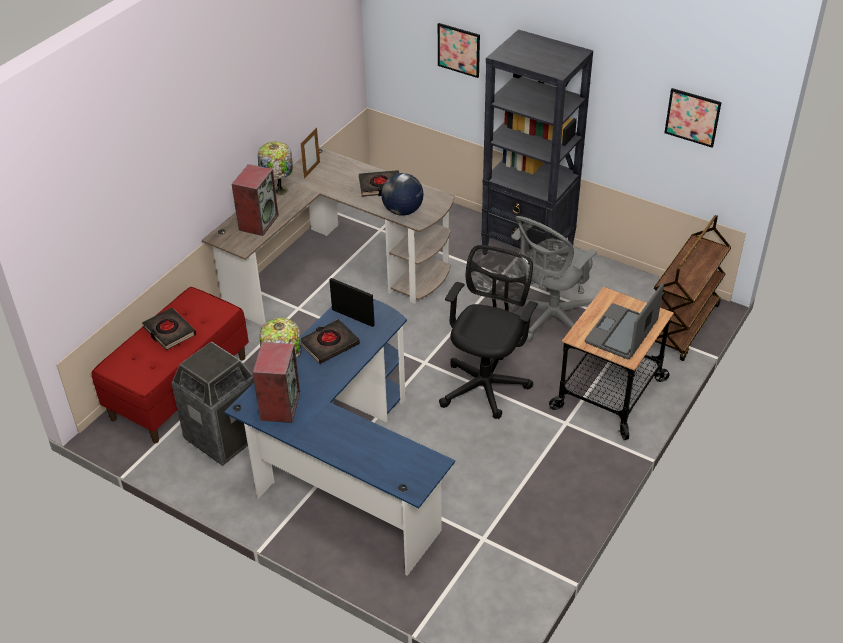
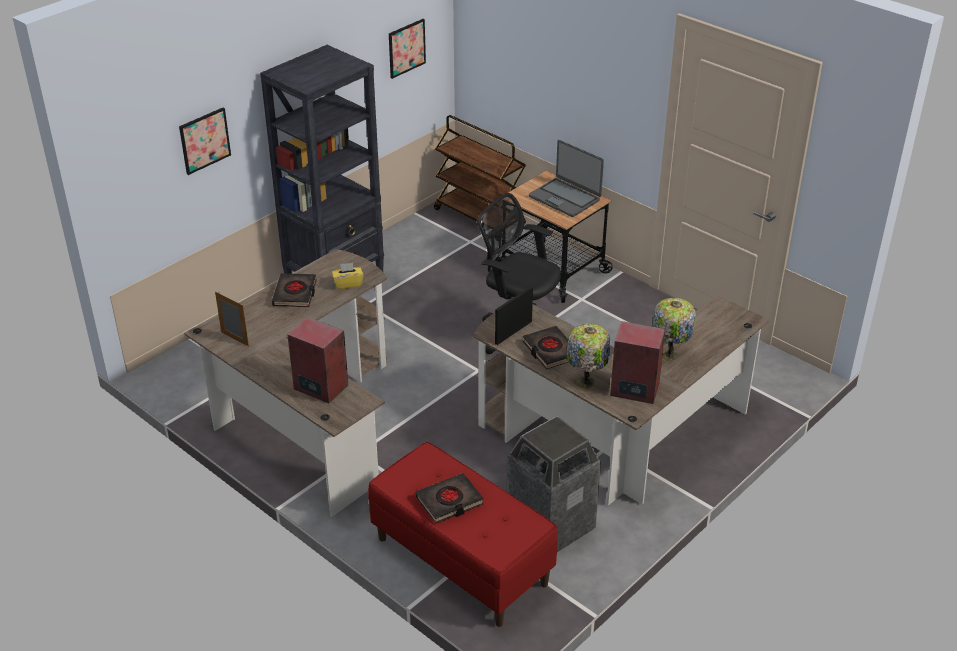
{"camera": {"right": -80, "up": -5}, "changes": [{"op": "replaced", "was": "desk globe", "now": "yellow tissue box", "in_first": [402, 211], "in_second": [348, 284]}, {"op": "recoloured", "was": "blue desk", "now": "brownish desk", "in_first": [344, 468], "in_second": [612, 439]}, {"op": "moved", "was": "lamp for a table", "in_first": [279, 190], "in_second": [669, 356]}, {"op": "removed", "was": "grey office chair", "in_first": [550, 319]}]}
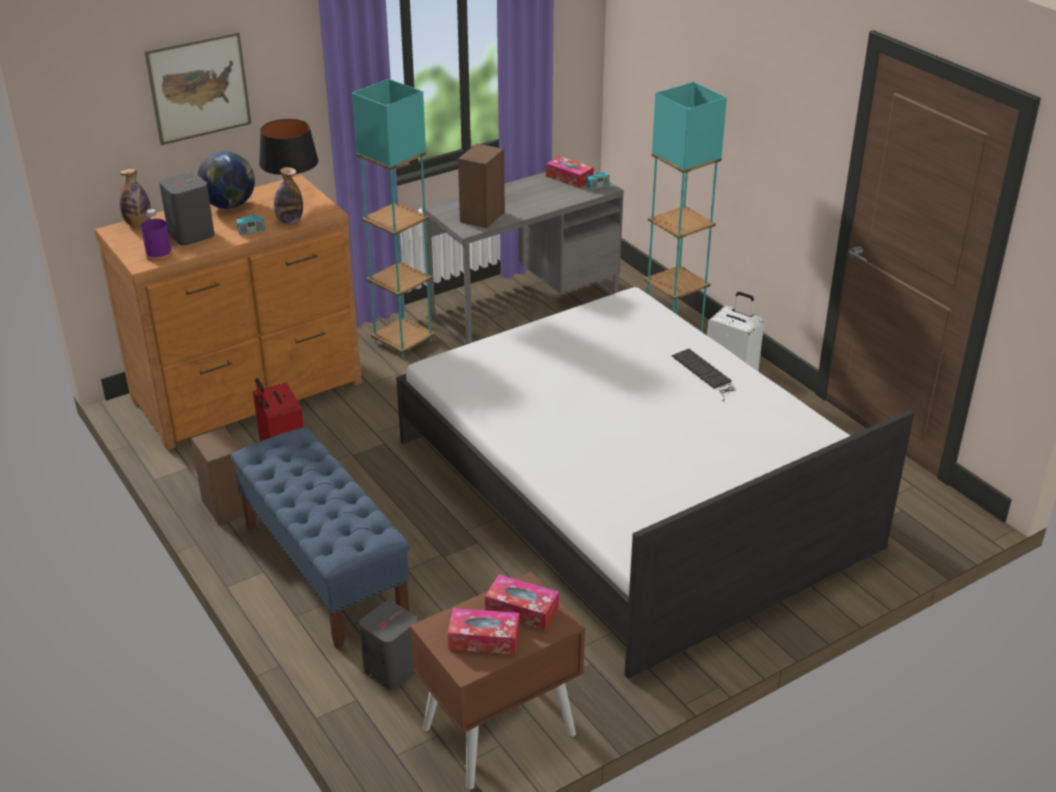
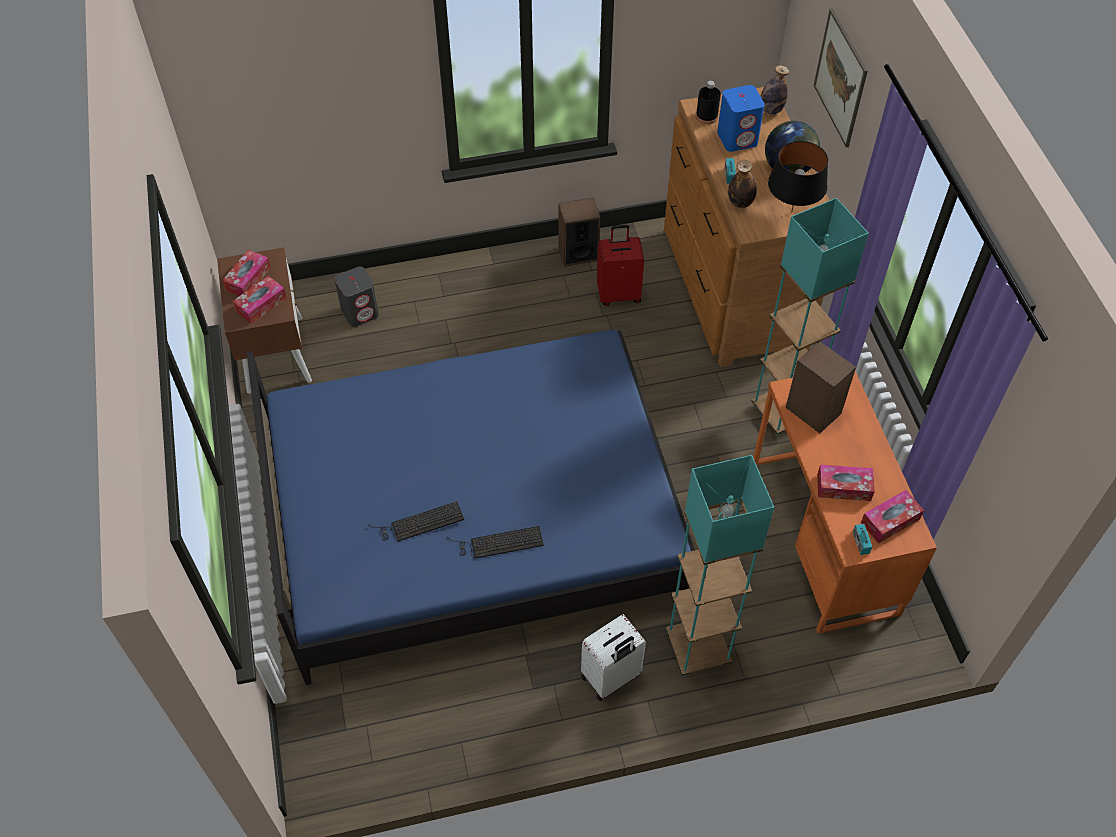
{"camera": {"right": 110, "up": 20}, "changes": [{"op": "recoloured", "was": "whitish bedroom bed", "now": "blue bedroom bed", "in_first": [632, 492], "in_second": [474, 518]}, {"op": "added", "now": "keyboard", "in_second": [418, 523]}, {"op": "recoloured", "was": "purple drink bottle", "now": "black-coloured drink bottle", "in_first": [159, 255], "in_second": [706, 117]}, {"op": "recoloured", "was": "grey loudspeaker", "now": "blue loudspeaker", "in_first": [191, 234], "in_second": [737, 138]}, {"op": "recoloured", "was": "grey desk", "now": "orange desk", "in_first": [525, 306], "in_second": [823, 536]}, {"op": "added", "now": "tissue box", "in_second": [843, 487]}, {"op": "removed", "was": "blue indoor bench", "in_first": [324, 569]}]}
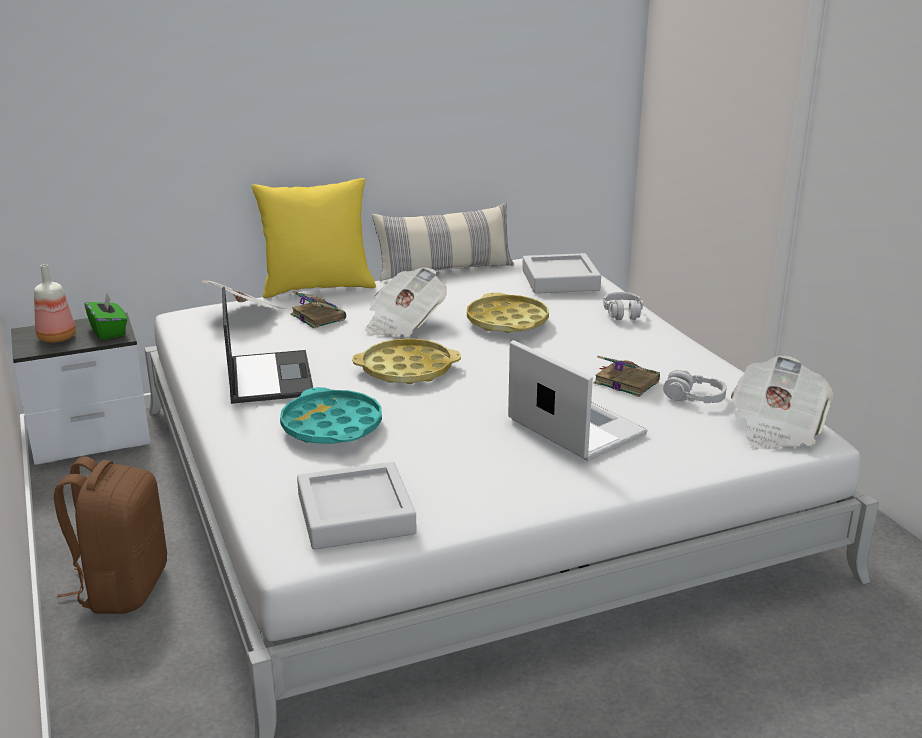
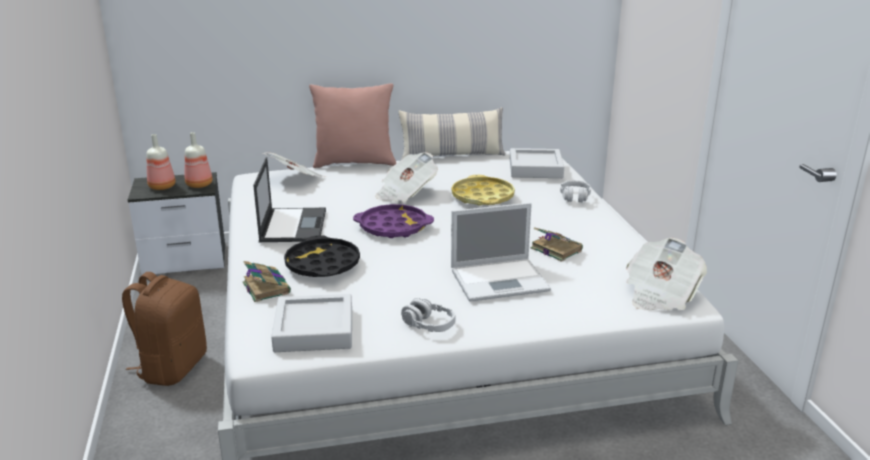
{"camera": {"right": 10, "up": 0}, "changes": [{"op": "replaced", "was": "green tissue box", "now": "drink bottle", "in_first": [109, 331], "in_second": [198, 185]}, {"op": "moved", "was": "book", "in_first": [317, 316], "in_second": [266, 287]}, {"op": "recoloured", "was": "turquoise-coloured carrying tray", "now": "black-coloured carrying tray", "in_first": [331, 426], "in_second": [322, 264]}, {"op": "recoloured", "was": "yellow throw pillow", "now": "pink throw pillow", "in_first": [317, 287], "in_second": [354, 163]}, {"op": "recoloured", "was": "yellow carrying tray", "now": "purple carrying tray", "in_first": [406, 369], "in_second": [393, 227]}, {"op": "moved", "was": "grey headset", "in_first": [694, 398], "in_second": [428, 325]}, {"op": "turned", "was": "notebook computer", "in_first": [574, 426], "in_second": [501, 280], "clockwise": 105}]}
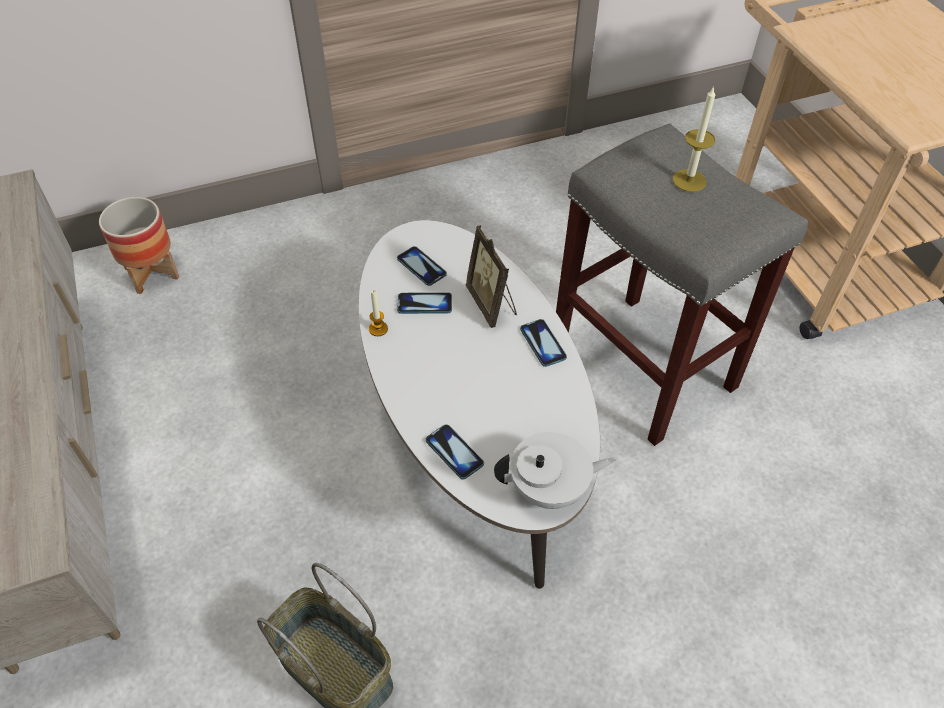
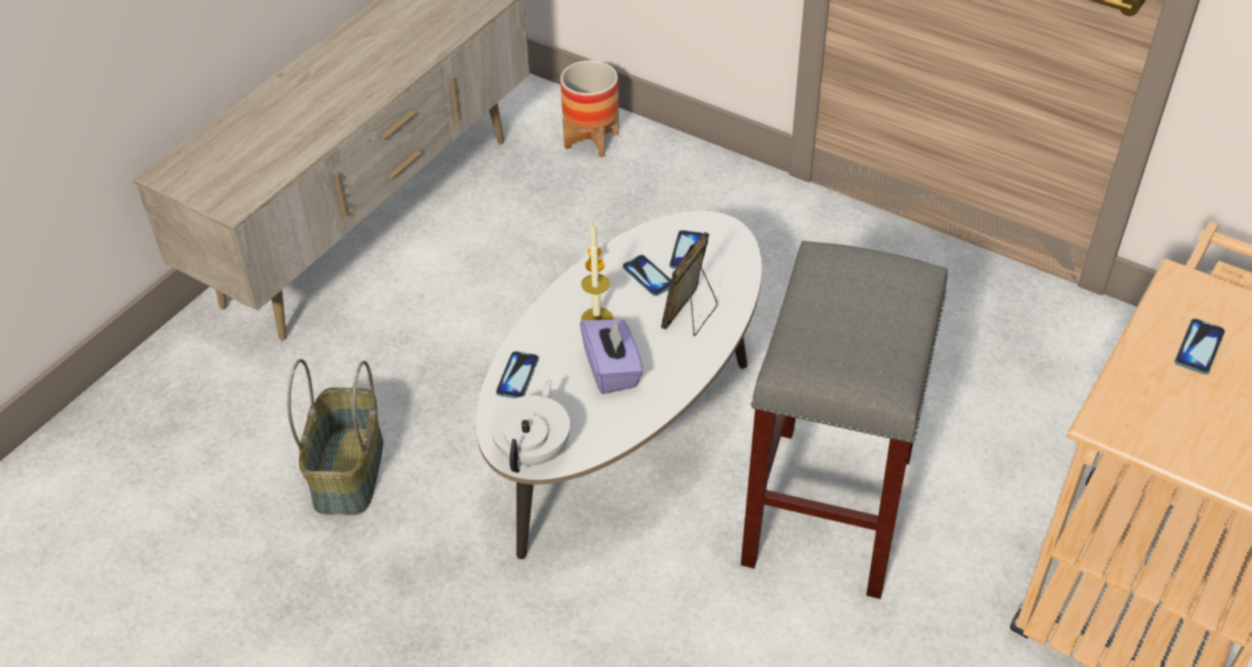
{"camera": {"right": 55, "up": -5}, "changes": [{"op": "turned", "was": "whitish pot for tea", "in_first": [550, 489], "in_second": [534, 450], "clockwise": -120}, {"op": "added", "now": "purple tissue box", "in_second": [612, 370]}, {"op": "moved", "was": "wax light", "in_first": [689, 180], "in_second": [597, 319]}, {"op": "moved", "was": "handset", "in_first": [543, 343], "in_second": [1199, 348]}]}
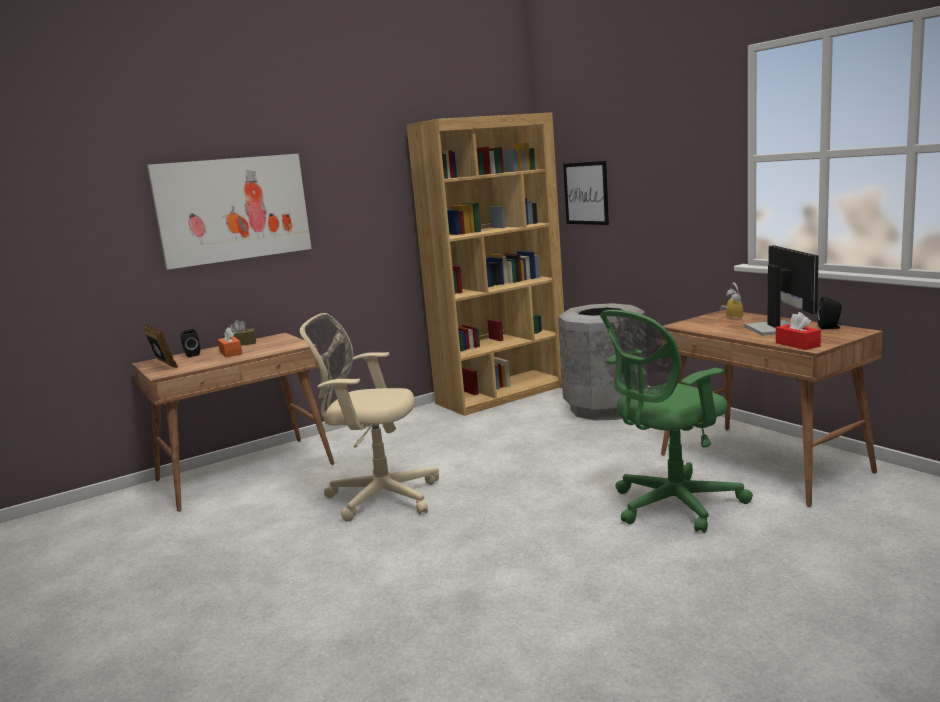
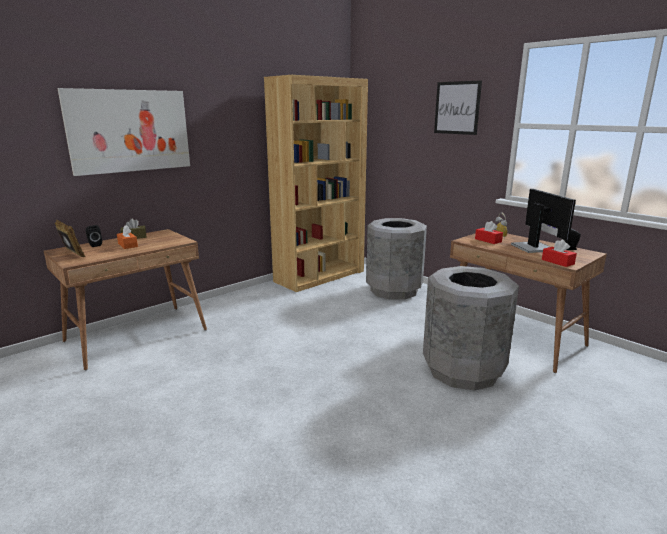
{"camera": {"right": -10, "up": 5}, "changes": [{"op": "replaced", "was": "green office chair", "now": "grey trash can", "in_first": [671, 506], "in_second": [462, 370]}, {"op": "moved", "was": "wall art", "in_first": [586, 193], "in_second": [457, 108]}, {"op": "added", "now": "red-coloured tissue box", "in_second": [488, 240]}, {"op": "removed", "was": "beige office chair", "in_first": [378, 496]}]}
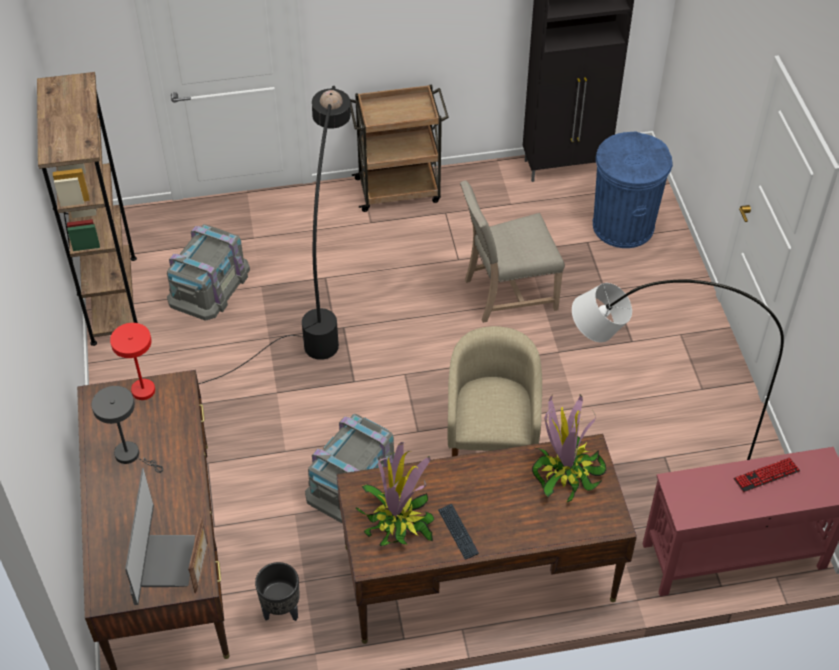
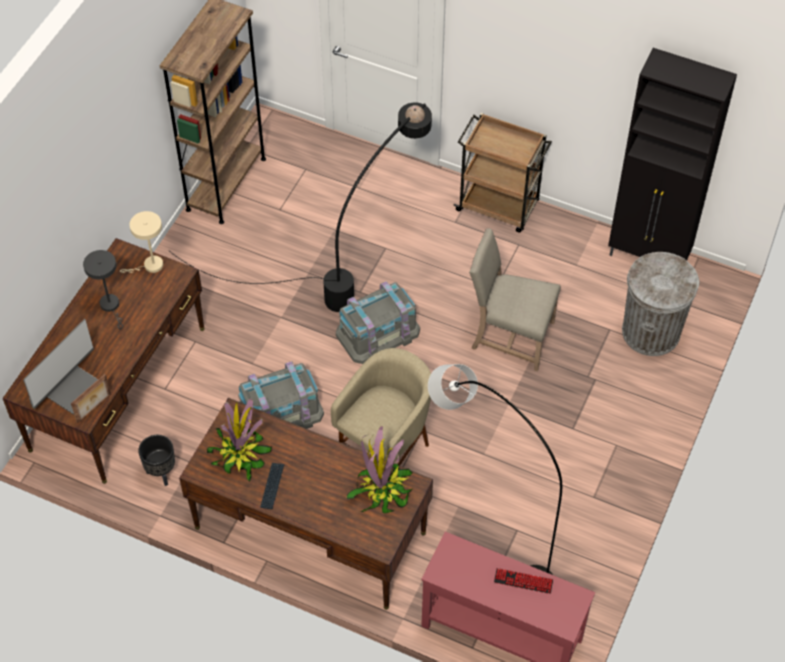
{"camera": {"right": 35, "up": 5}, "changes": [{"op": "recoloured", "was": "red-coloured lamp for a table", "now": "beige lamp for a table", "in_first": [140, 394], "in_second": [150, 266]}, {"op": "moved", "was": "grey storage bin", "in_first": [208, 285], "in_second": [377, 332]}, {"op": "recoloured", "was": "blue trash can", "now": "grey trash can", "in_first": [623, 226], "in_second": [650, 332]}]}
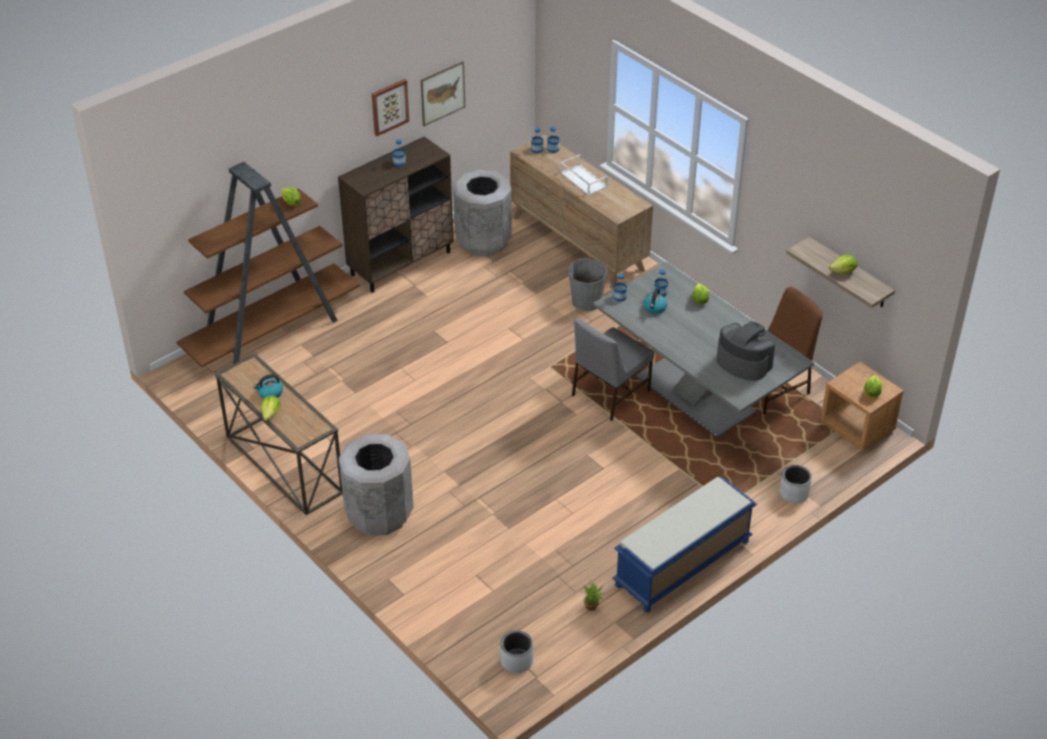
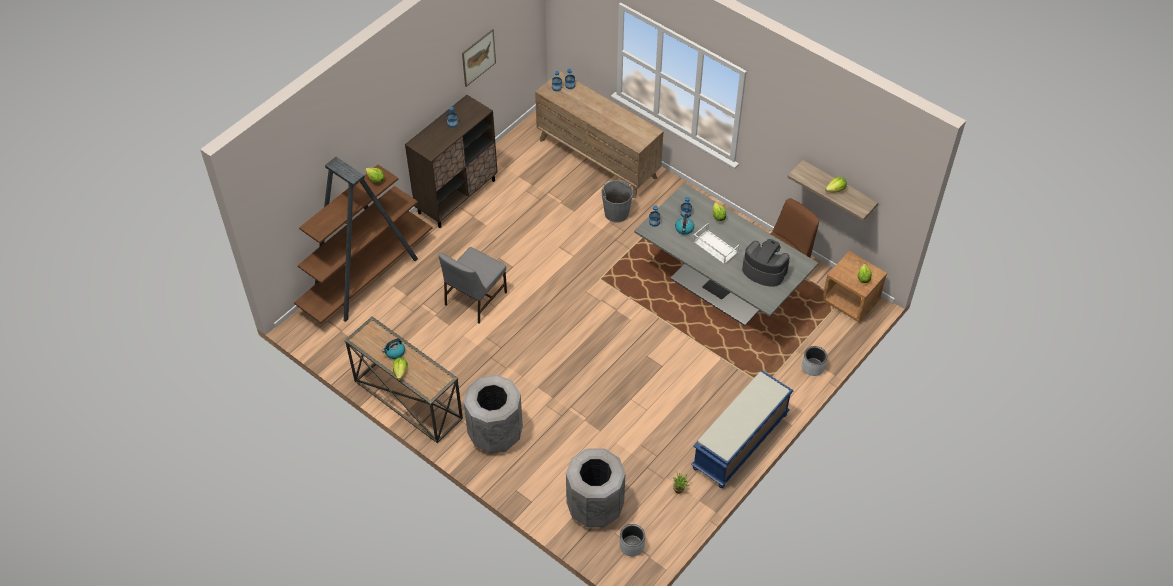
{"camera": {"right": -10, "up": 10}, "changes": [{"op": "moved", "was": "grey upright chair", "in_first": [609, 394], "in_second": [474, 299]}, {"op": "moved", "was": "grey trash can", "in_first": [483, 241], "in_second": [595, 507]}, {"op": "moved", "was": "whitish carrying tray", "in_first": [583, 180], "in_second": [714, 247]}, {"op": "removed", "was": "wall art", "in_first": [389, 106]}]}
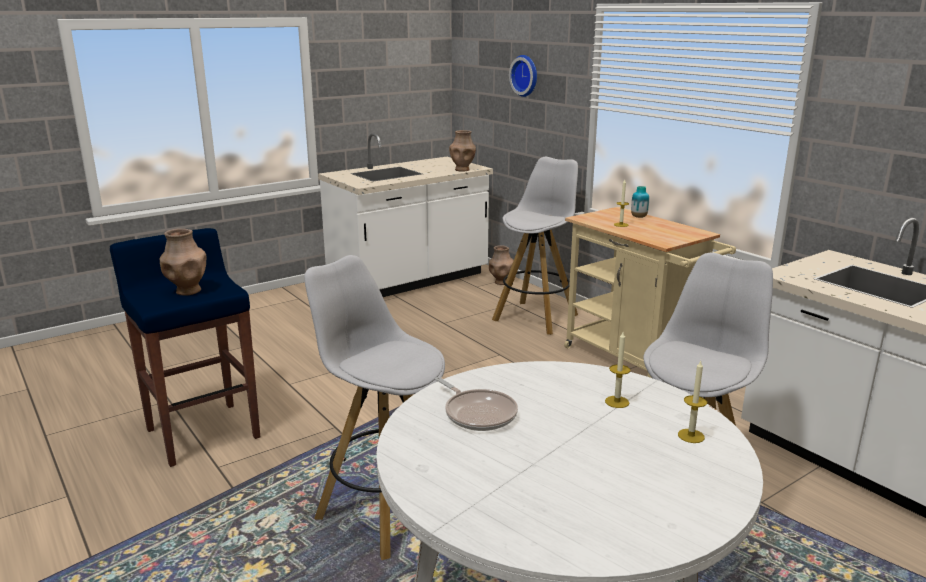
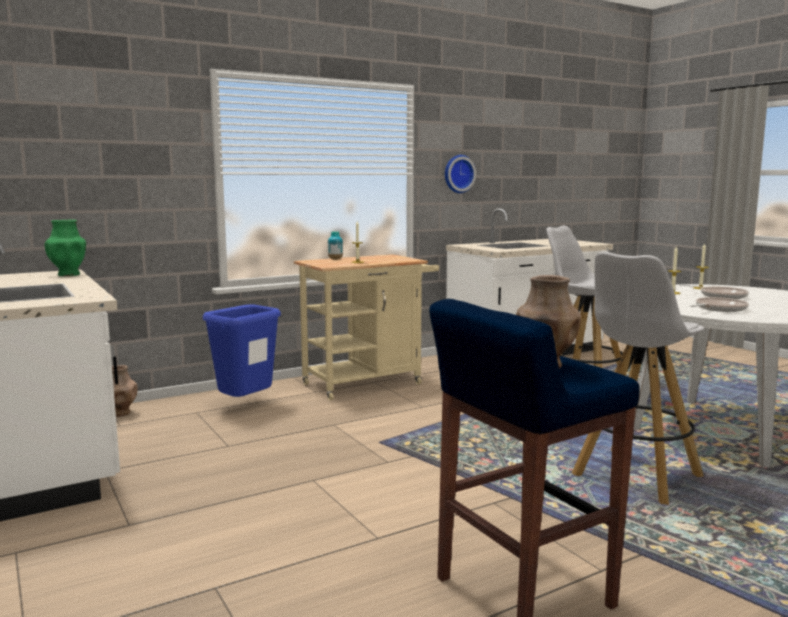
{"camera": {"right": -85, "up": -10}, "changes": [{"op": "recoloured", "was": "brownish decorative vase", "now": "green decorative vase", "in_first": [462, 170], "in_second": [68, 274]}, {"op": "replaced", "was": "whitish stool seat", "now": "blue trash can", "in_first": [536, 317], "in_second": [246, 405]}, {"op": "moved", "was": "wall clock", "in_first": [526, 75], "in_second": [458, 174]}, {"op": "added", "now": "frying pan", "in_second": [720, 296]}]}
